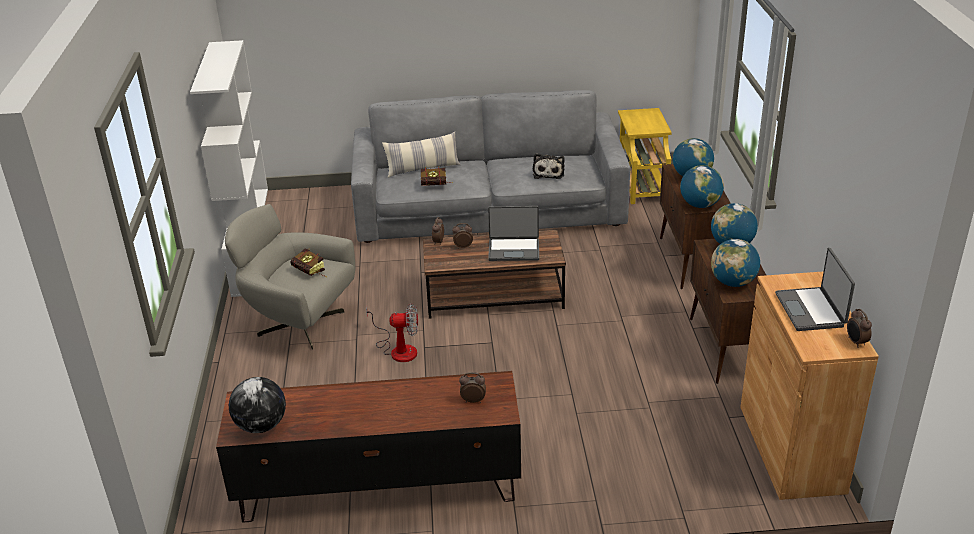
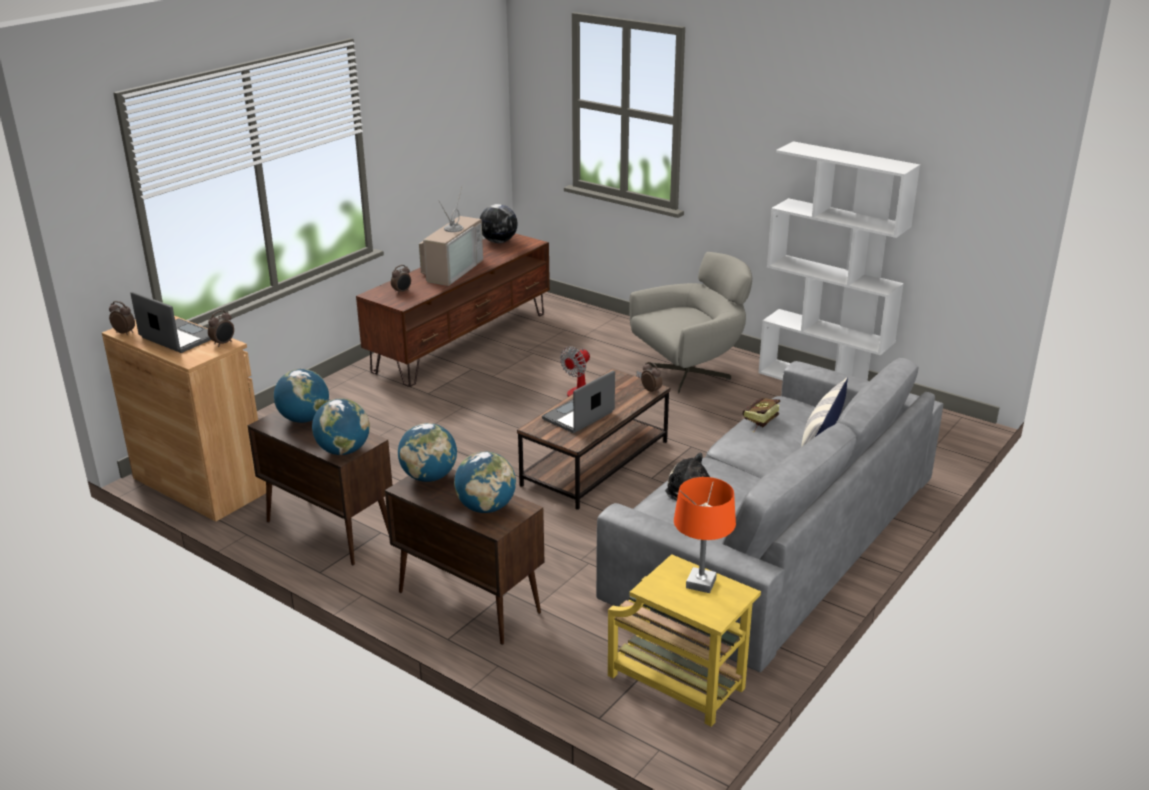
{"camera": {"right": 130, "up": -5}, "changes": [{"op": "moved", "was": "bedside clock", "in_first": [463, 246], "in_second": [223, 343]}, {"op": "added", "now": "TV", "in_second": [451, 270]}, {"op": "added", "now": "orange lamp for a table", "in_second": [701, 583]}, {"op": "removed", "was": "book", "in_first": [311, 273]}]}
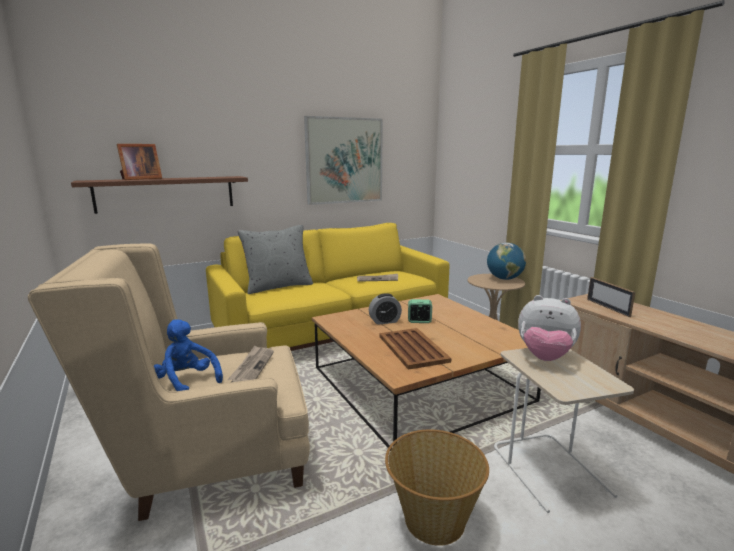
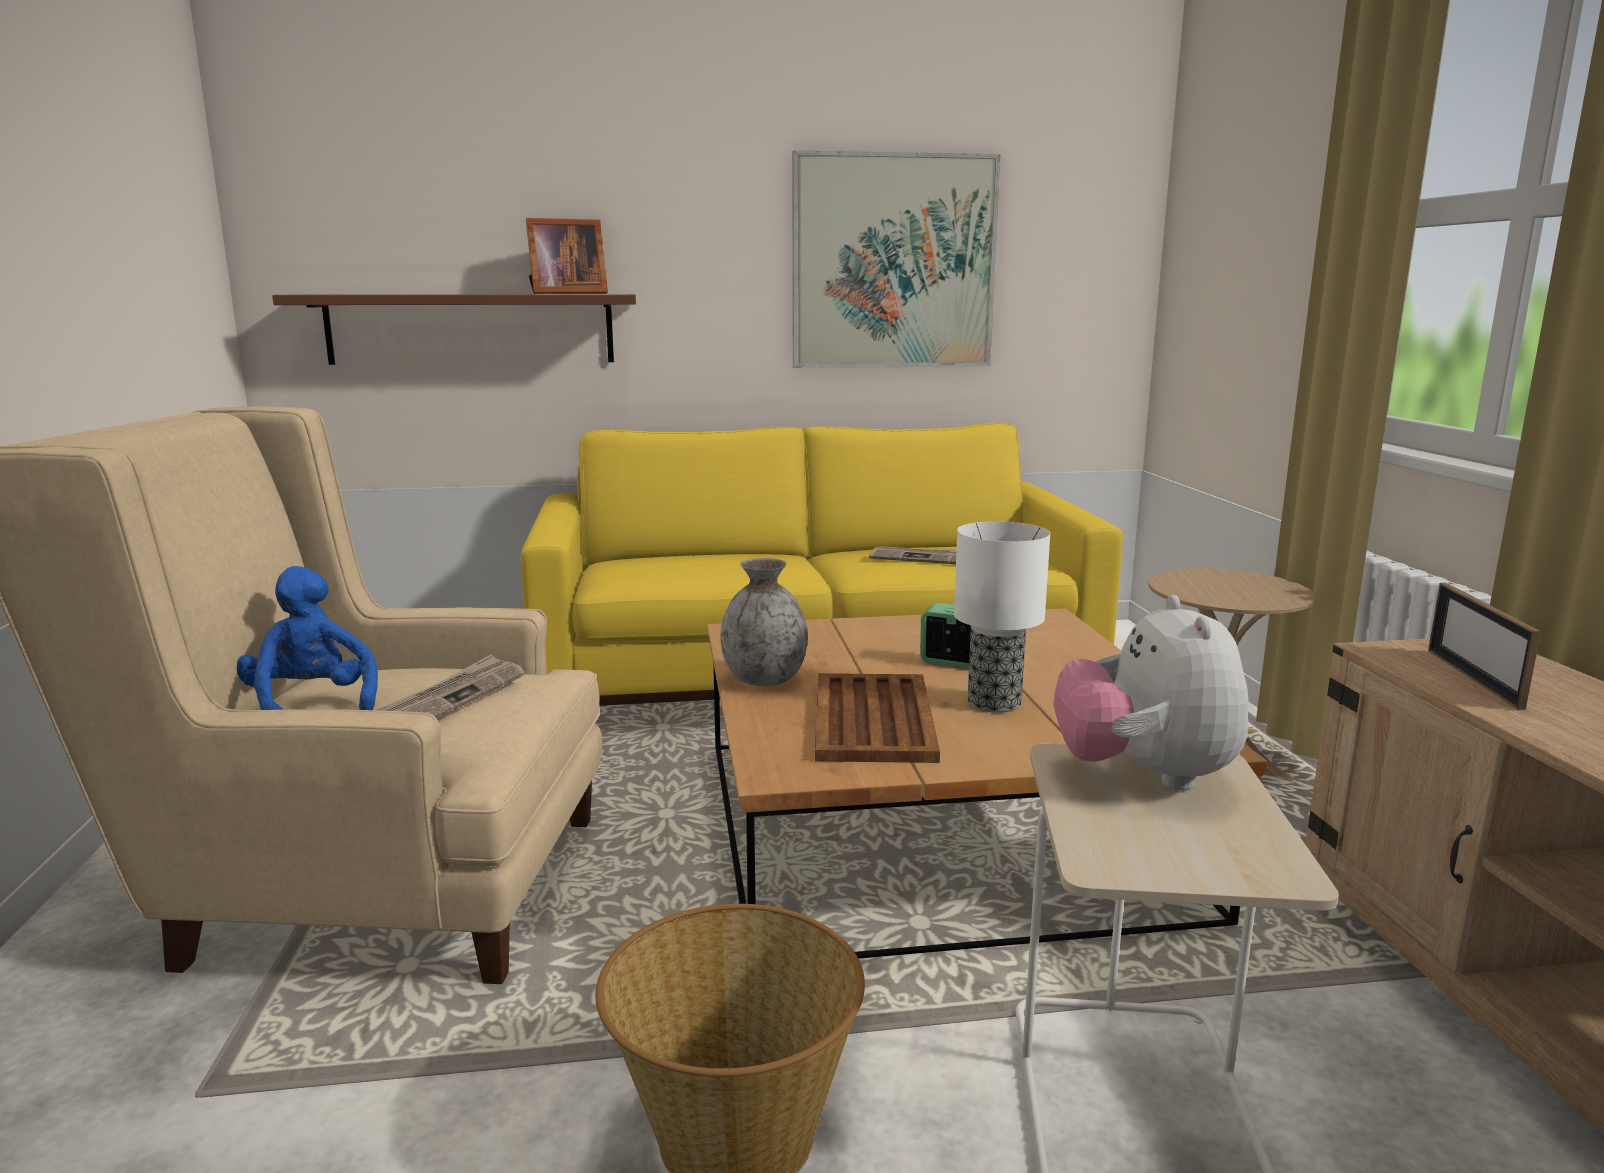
{"camera": {"right": 20, "up": 0}, "changes": [{"op": "moved", "was": "standing frame", "in_first": [139, 179], "in_second": [565, 293]}, {"op": "added", "now": "grey decorative vase", "in_second": [765, 680]}, {"op": "added", "now": "lamp for a table", "in_second": [994, 703]}, {"op": "turned", "was": "cuddly toy", "in_first": [545, 357], "in_second": [1145, 776], "clockwise": 45}, {"op": "removed", "was": "grey throw pillow", "in_first": [278, 286]}, {"op": "removed", "was": "bedside clock", "in_first": [385, 321]}, {"op": "removed", "was": "desk globe", "in_first": [504, 279]}]}
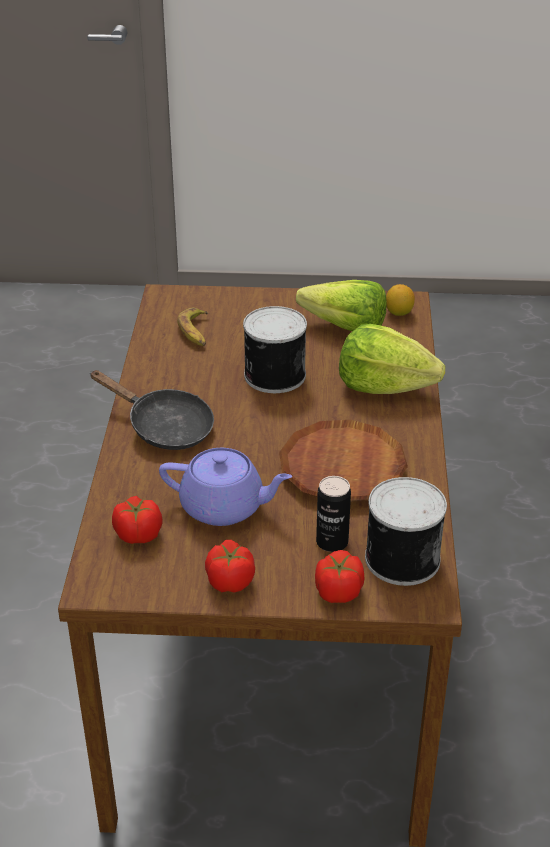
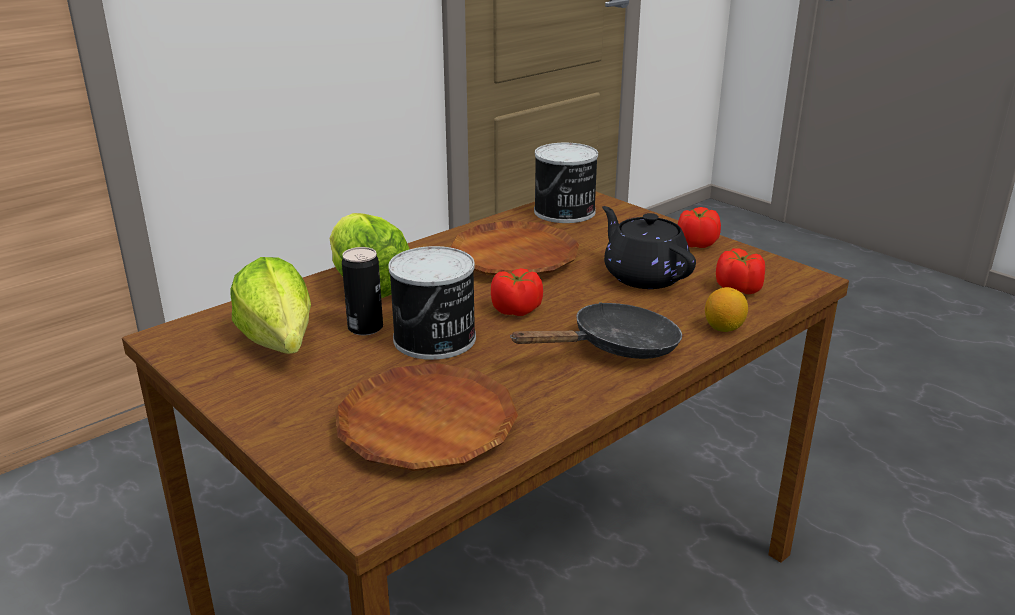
{"camera": {"right": -135, "up": -10}, "changes": [{"op": "replaced", "was": "banana fruit", "now": "brownish flat dish", "in_first": [196, 332], "in_second": [427, 426]}, {"op": "moved", "was": "can", "in_first": [332, 542], "in_second": [365, 328]}, {"op": "moved", "was": "fresh tomato", "in_first": [338, 591], "in_second": [516, 310]}, {"op": "turned", "was": "black-coloured frying pan", "in_first": [164, 427], "in_second": [616, 348], "clockwise": 75}, {"op": "recoloured", "was": "purple pot for tea", "now": "black-coloured pot for tea", "in_first": [224, 507], "in_second": [644, 276]}, {"op": "moved", "was": "citrus fruit", "in_first": [399, 313], "in_second": [723, 328]}]}
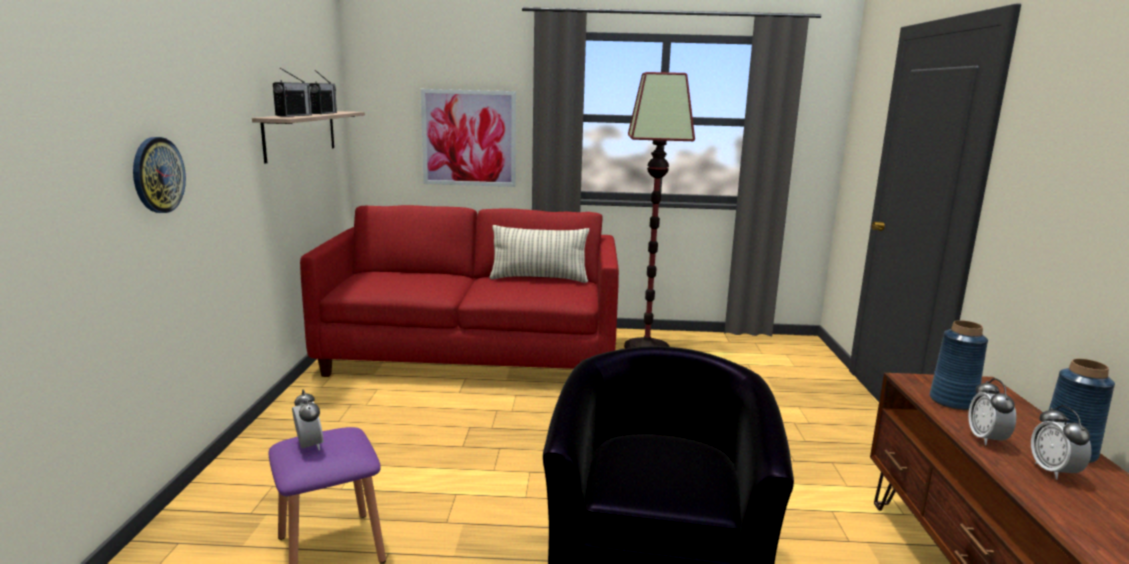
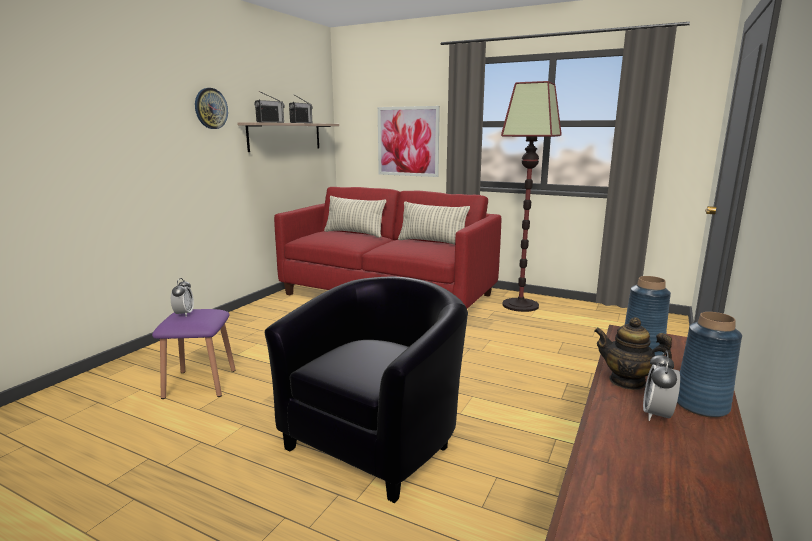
{"camera": {"right": 25, "up": 0}, "changes": [{"op": "moved", "was": "wall clock", "in_first": [157, 175], "in_second": [210, 108]}, {"op": "added", "now": "throw pillow", "in_second": [354, 233]}, {"op": "replaced", "was": "bedside clock", "now": "pot for tea", "in_first": [986, 439], "in_second": [627, 381]}]}
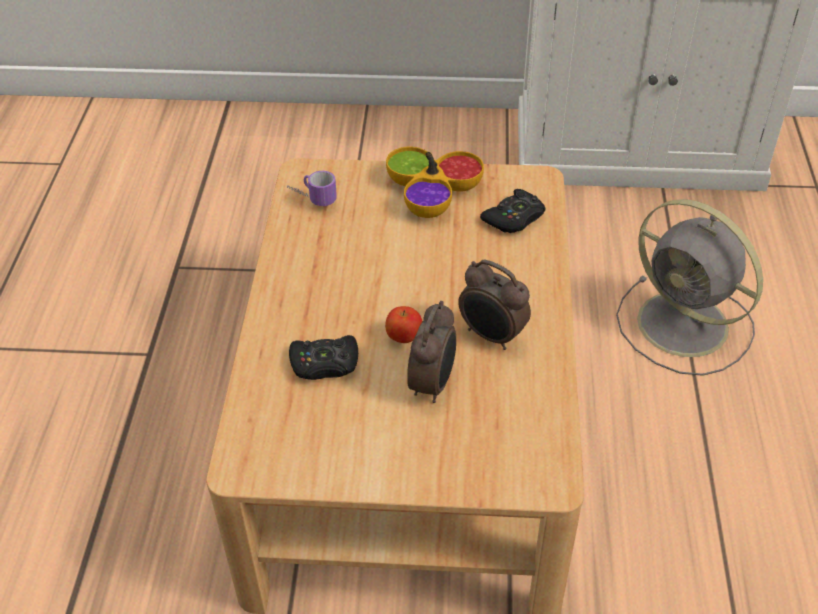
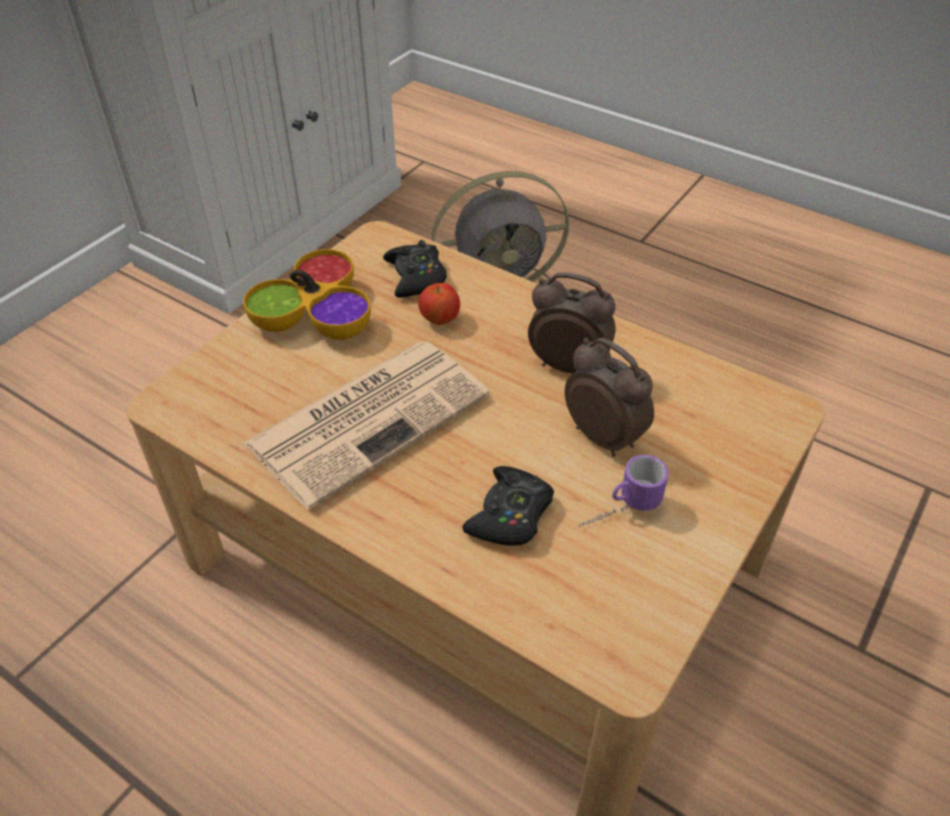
{"camera": {"right": -60, "up": 0}, "changes": [{"op": "added", "now": "newspaper", "in_second": [370, 418]}, {"op": "moved", "was": "apple fruit", "in_first": [403, 337], "in_second": [439, 320]}, {"op": "turned", "was": "bedside clock", "in_first": [491, 336], "in_second": [568, 365], "clockwise": -135}, {"op": "moved", "was": "coffee mug", "in_first": [311, 198], "in_second": [618, 511]}]}
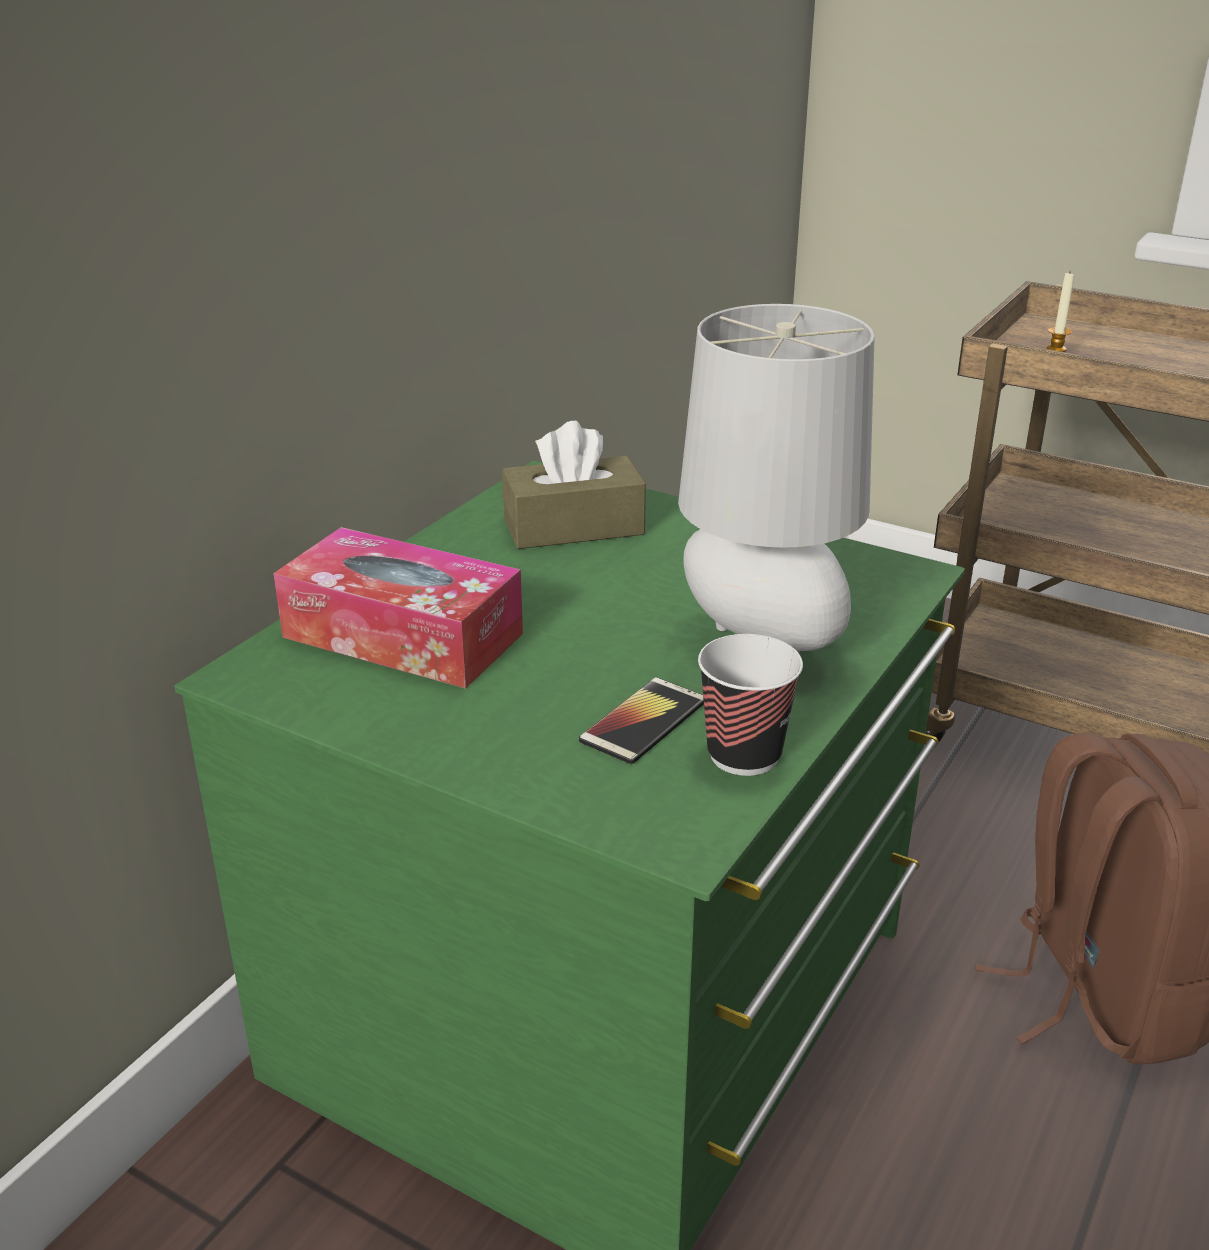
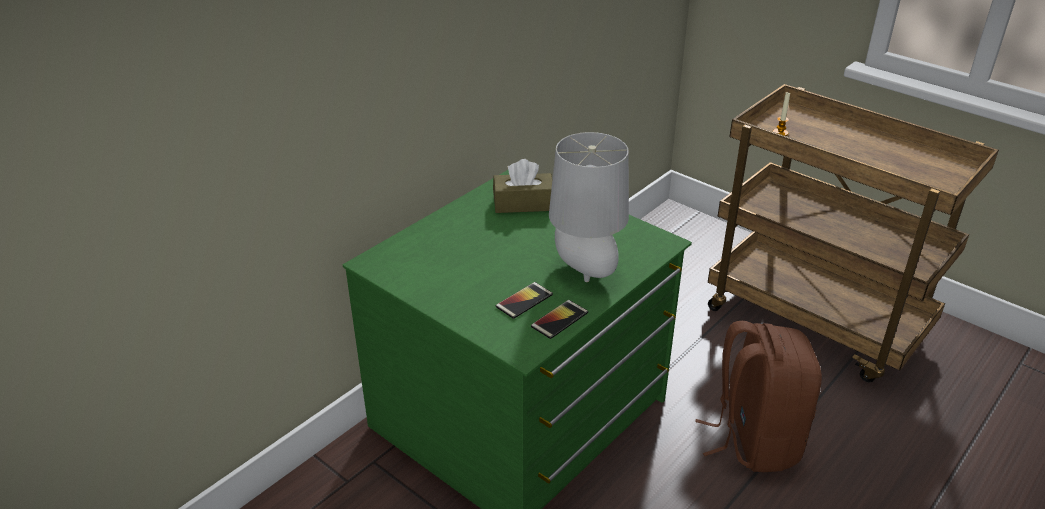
{"camera": {"right": 10, "up": 5}, "changes": [{"op": "replaced", "was": "drinking cup", "now": "handset", "in_first": [744, 755], "in_second": [559, 320]}, {"op": "removed", "was": "tissue box", "in_first": [403, 635]}]}
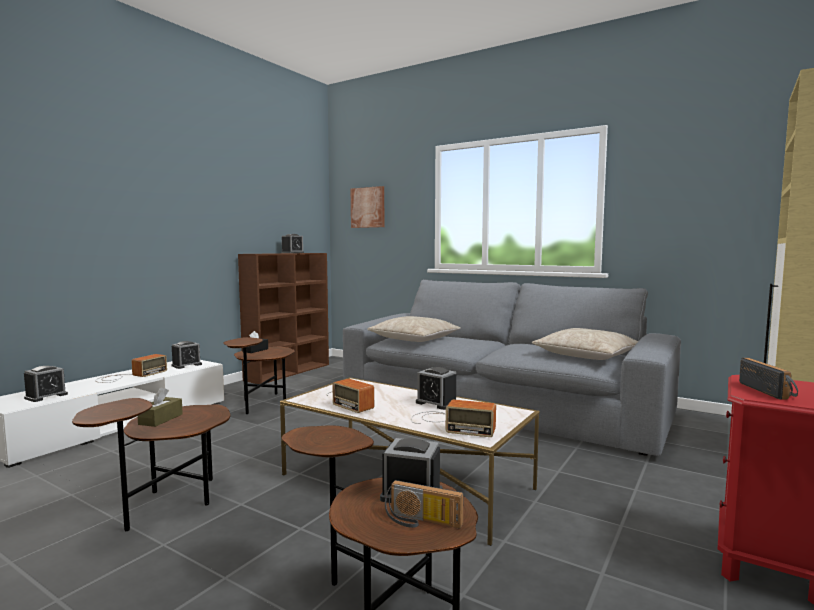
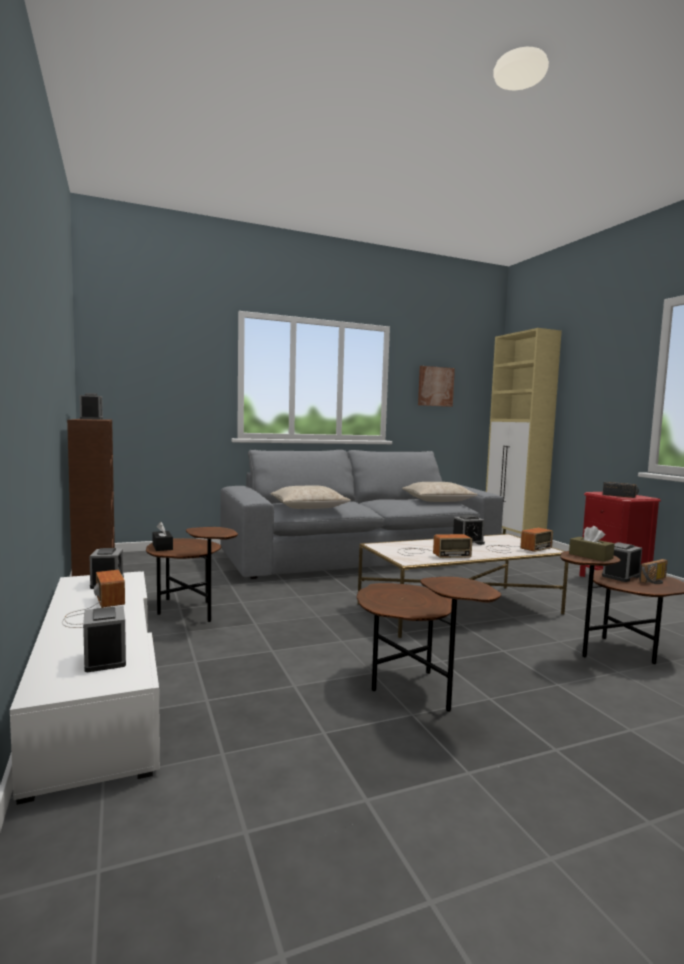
{"camera": {"right": -55, "up": 0}, "changes": [{"op": "moved", "was": "wall art", "in_first": [368, 207], "in_second": [435, 386]}, {"op": "moved", "was": "brownish tissue box", "in_first": [161, 419], "in_second": [590, 556]}]}
